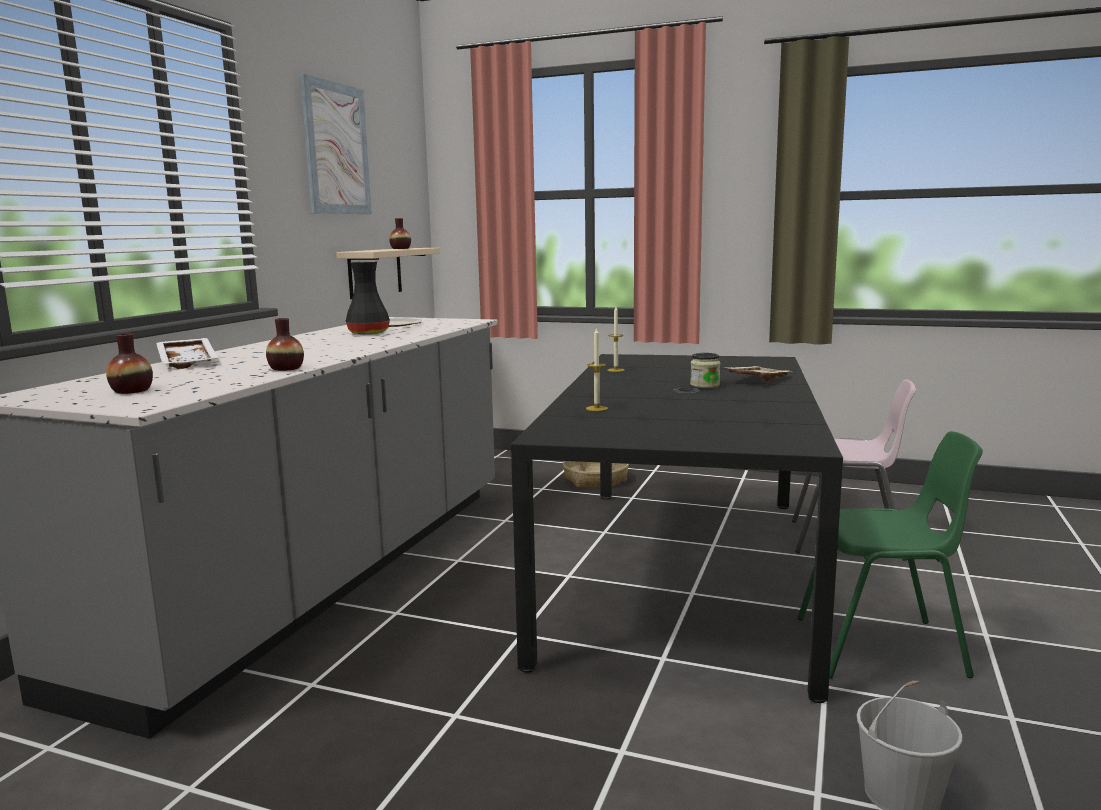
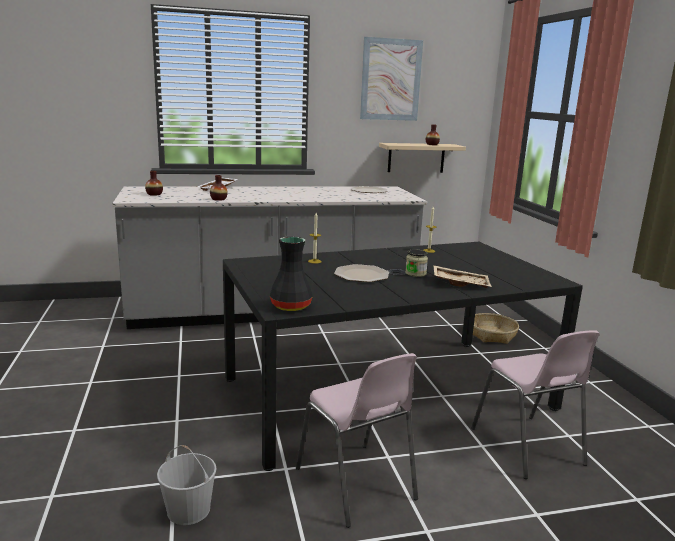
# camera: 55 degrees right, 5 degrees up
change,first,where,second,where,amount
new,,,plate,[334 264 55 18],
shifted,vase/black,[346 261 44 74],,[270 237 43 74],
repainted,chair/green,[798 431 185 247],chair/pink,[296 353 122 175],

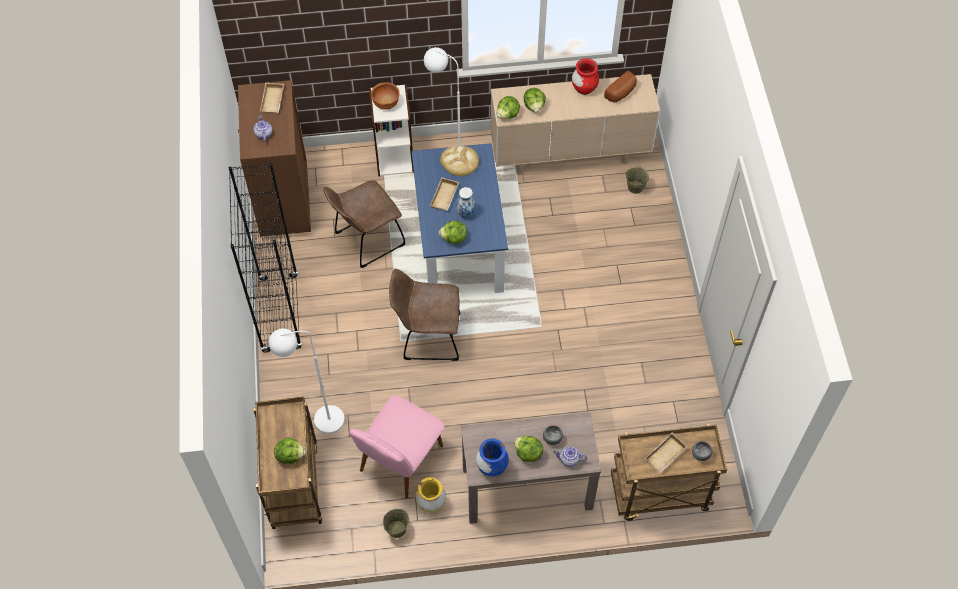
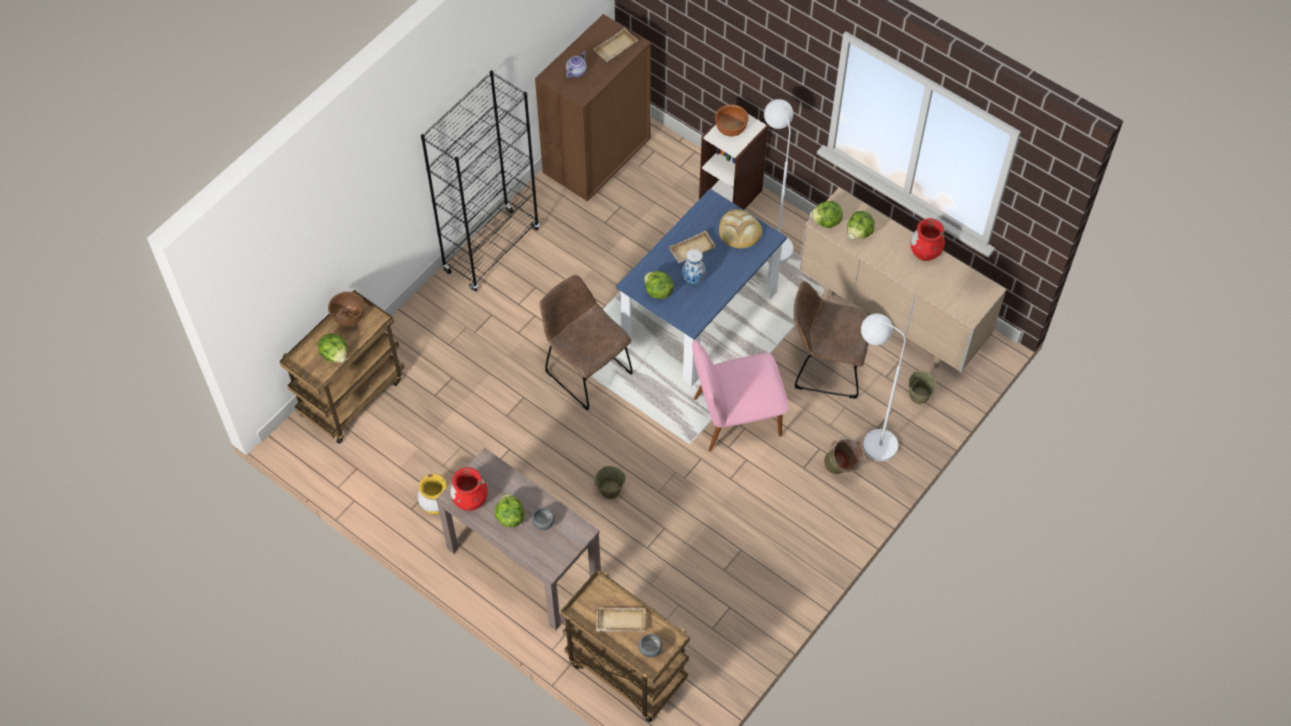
# camera: 45 degrees right, 0 degrees up
change,first,where,second,where,amount
gone,teapot,[554 446 33 21],,,
gone,bread,[604 71 33 32],,,
new,,,bowl/brown,[328 292 36 34],
new,,,bucket/green,[824 437 40 37],
shifted,floor lamp/white,[269 328 76 106],,[861 314 45 147],
shifted,chair/brown,[323 180 82 88],,[794 281 77 118],
shifted,chair/pink,[349 396 95 103],,[692 340 97 112],
shifted,bucket/beige,[383 509 26 29],,[594 466 32 33],
repainted,vase/blue,[476 438 33 38],vase/red,[450 467 38 44],

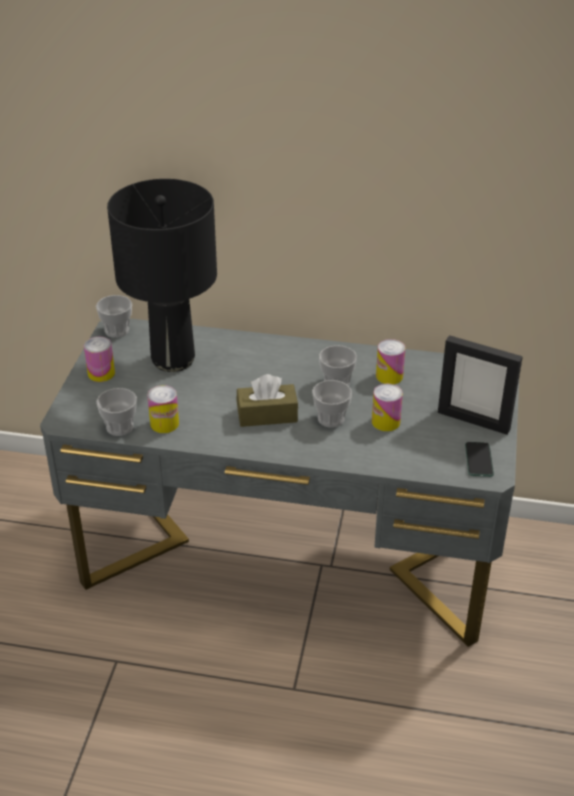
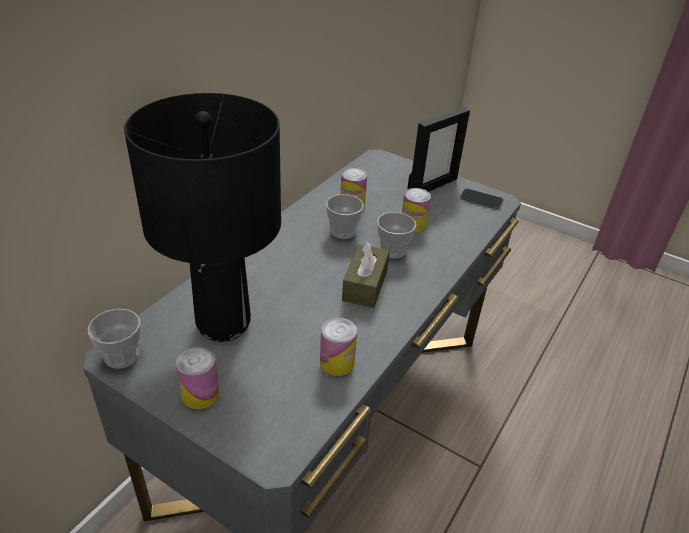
# camera: 70 degrees left, 0 degrees up
change,first,where,second,where,amount
gone,cup,[96 388 41 48],,,

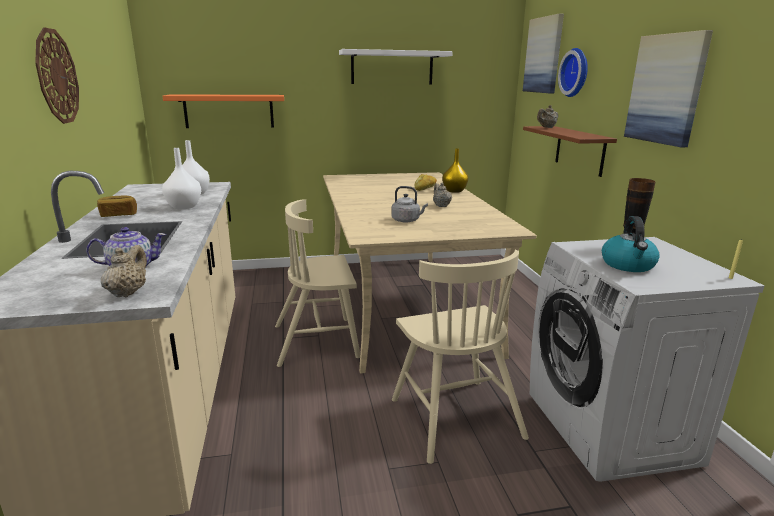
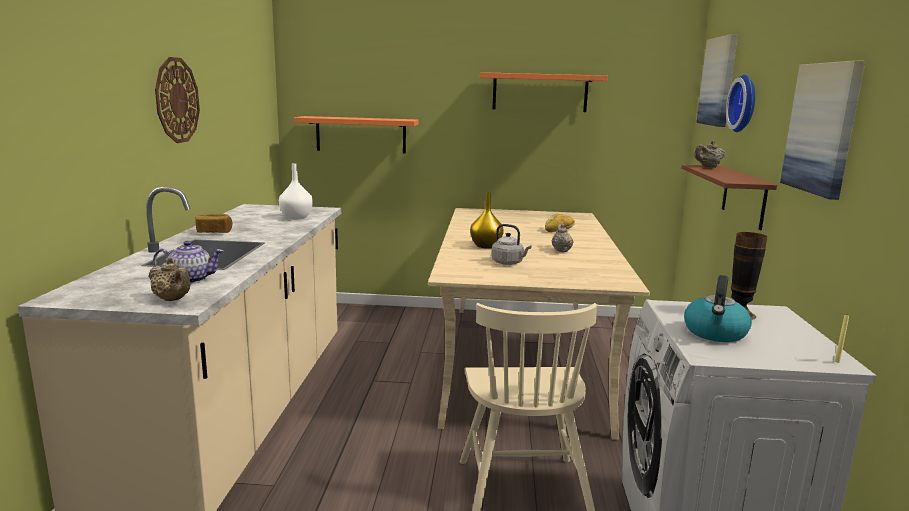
# camera: 15 degrees right, 5 degrees down
change,first,where,second,where,amount
gone,vase/white,[162 148 39 61],,,
gone,chair/beige,[275 199 85 168],,,
shifted,vase/yellow,[442 148 26 45],,[470 193 34 55],
repainted,shelf/white,[339 49 114 36],shelf/orange,[480 72 128 40],
rotated,teapot/beige,[101 245 46 52],,[148 257 43 44],105 degrees clockwise

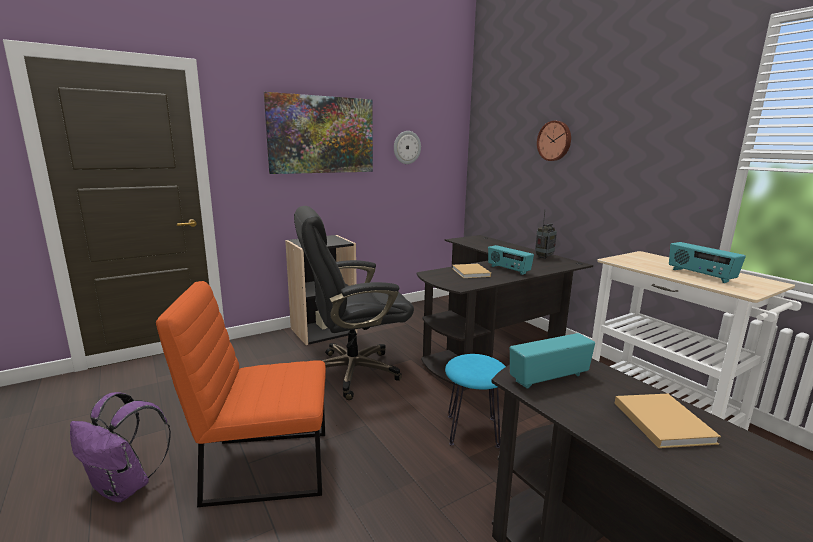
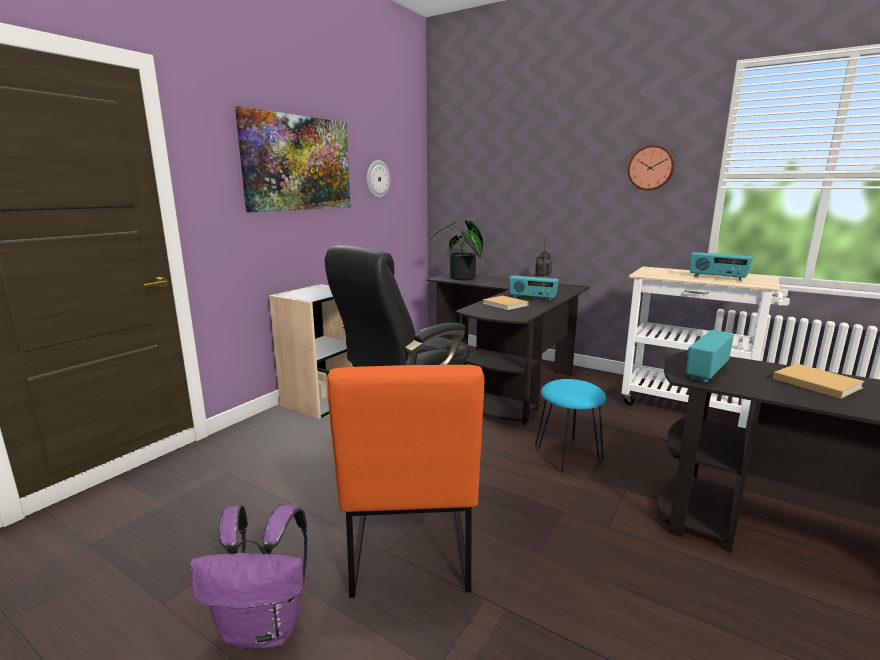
# camera: 25 degrees left, 0 degrees up
change,first,where,second,where,amount
new,,,potted plant,[431 220 52 60],
shifted,wall clock,[537 121 34 40],,[628 145 47 46],
rotated,chair/orange,[156 281 170 226],,[327 365 157 233],60 degrees counterclockwise

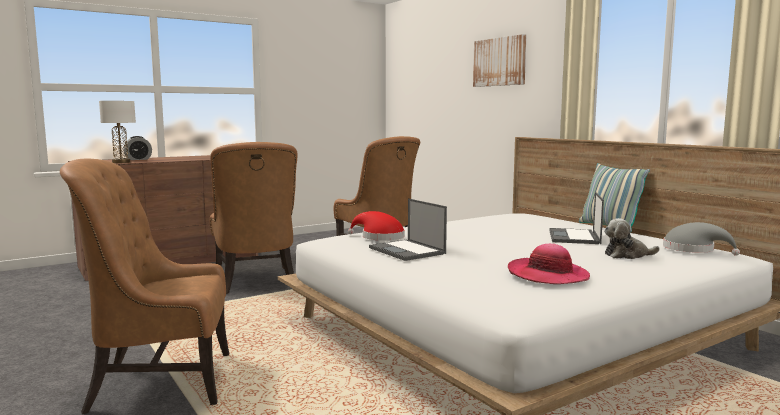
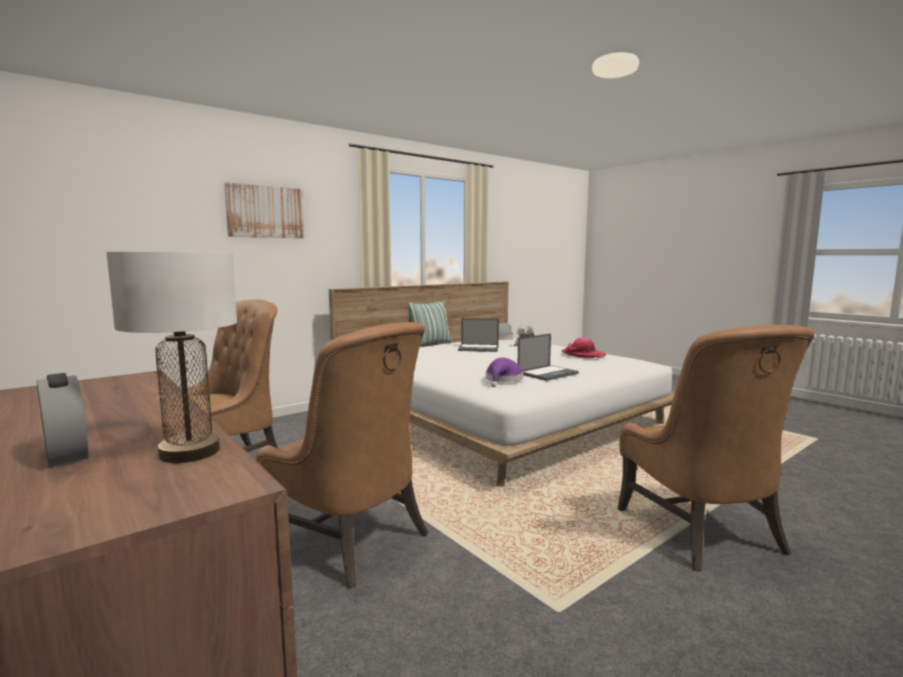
# camera: 95 degrees left, 0 degrees up
change,first,where,second,where,amount
repainted,hat/red,[348 211 57 29],hat/purple,[486 358 37 29],
rotated,chair/brown,[210 142 87 152],,[256 322 172 267],60 degrees clockwise

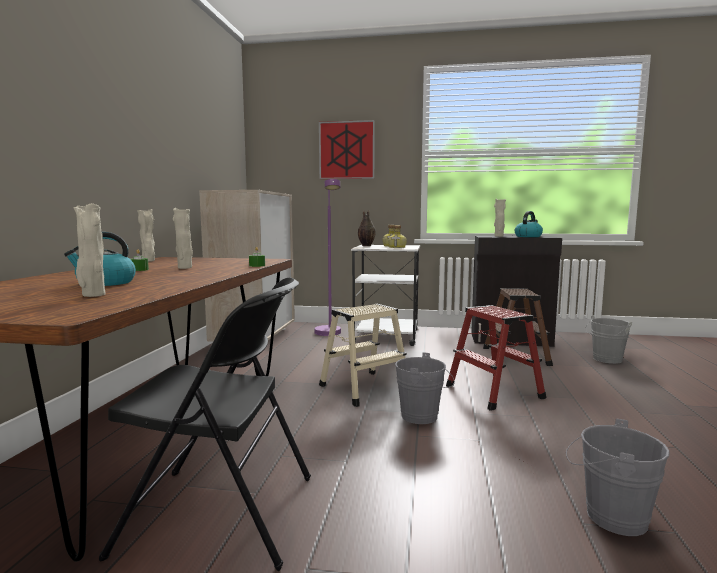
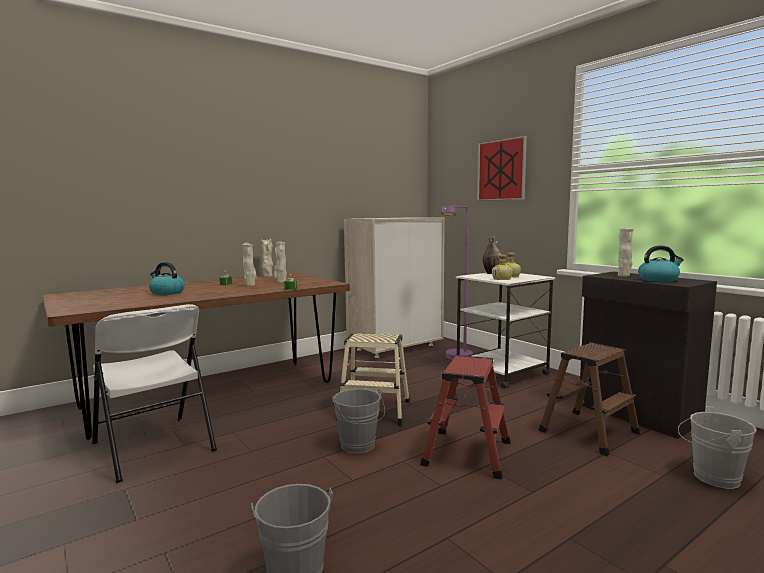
# camera: 45 degrees right, 0 degrees up
change,first,where,second,where,amount
shifted,vase/beige,[74 203 31 94],,[274 241 13 42],
repainted,chair/black,[99 278 212 293],chair/white,[92 304 125 179],

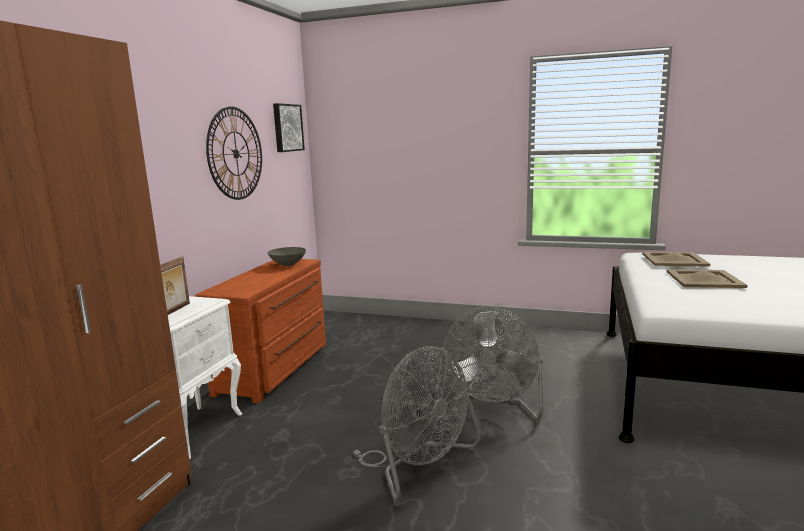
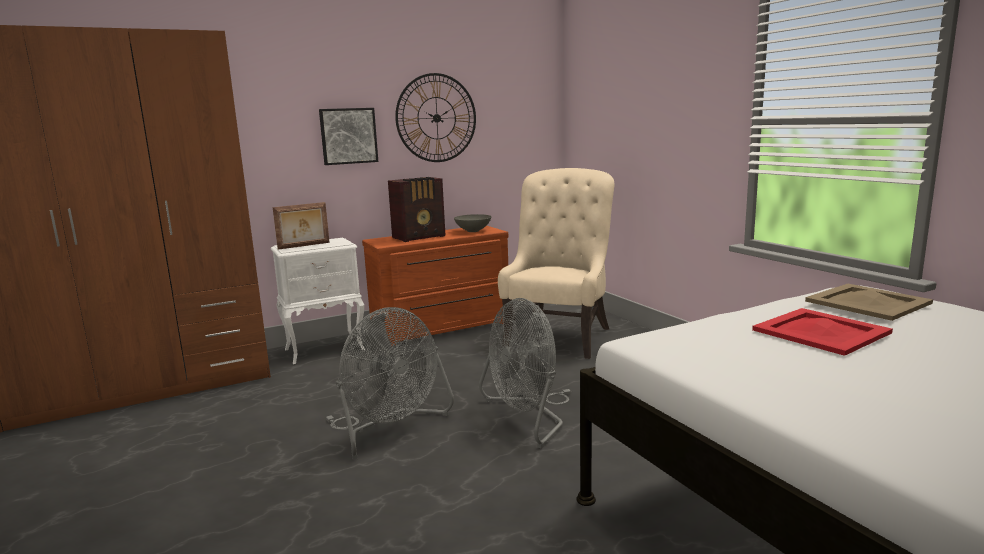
# camera: 45 degrees right, 0 degrees up
change,first,where,second,where,amount
new,,,radio,[388 177 58 65],
new,,,chair/beige,[498 168 117 191],
shifted,picture,[273 103 32 49],,[319 108 59 57],
repainted,tray/beige,[667 269 81 19],tray/red,[752 308 141 48],
rotated,fan/grey,[353 346 129 160],,[326 307 128 153],45 degrees counterclockwise

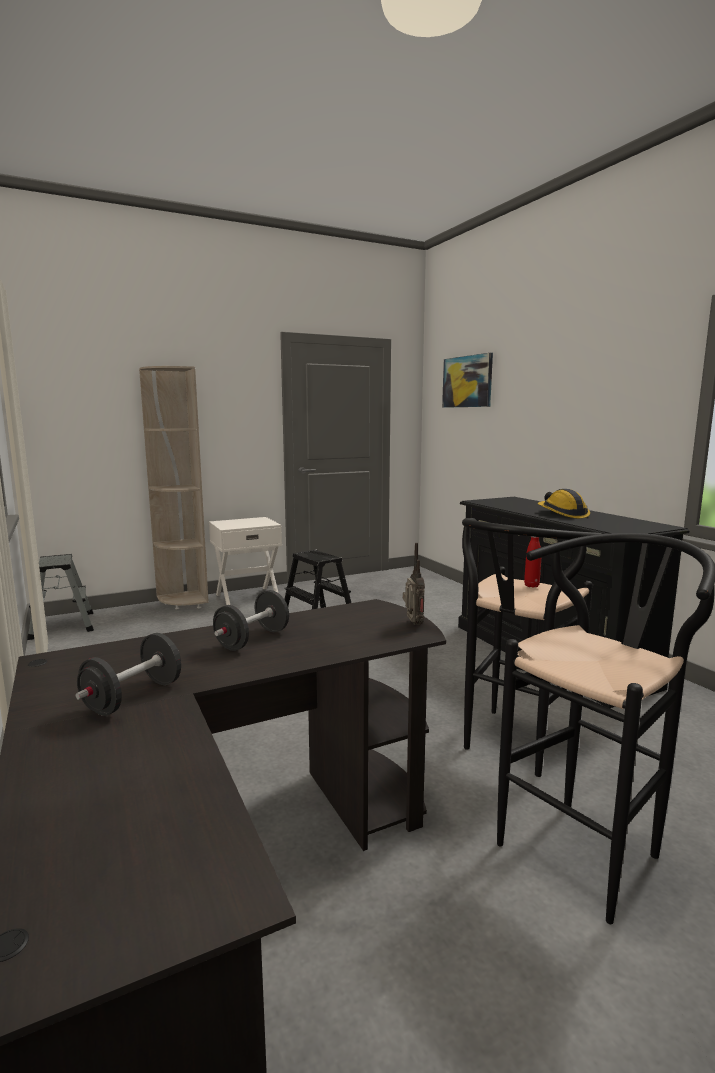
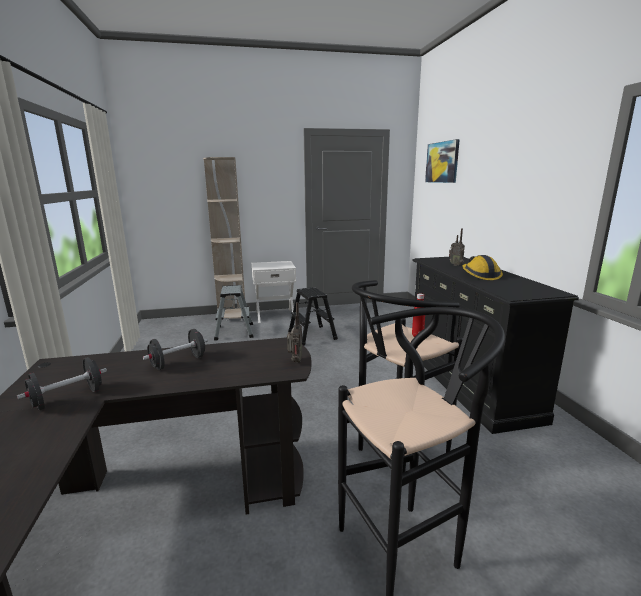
# camera: 15 degrees right, 5 degrees up
change,first,where,second,where,amount
new,,,radio,[449 228 16 38],
shifted,step ladder/grey,[27 554 67 86],,[214 285 40 56],

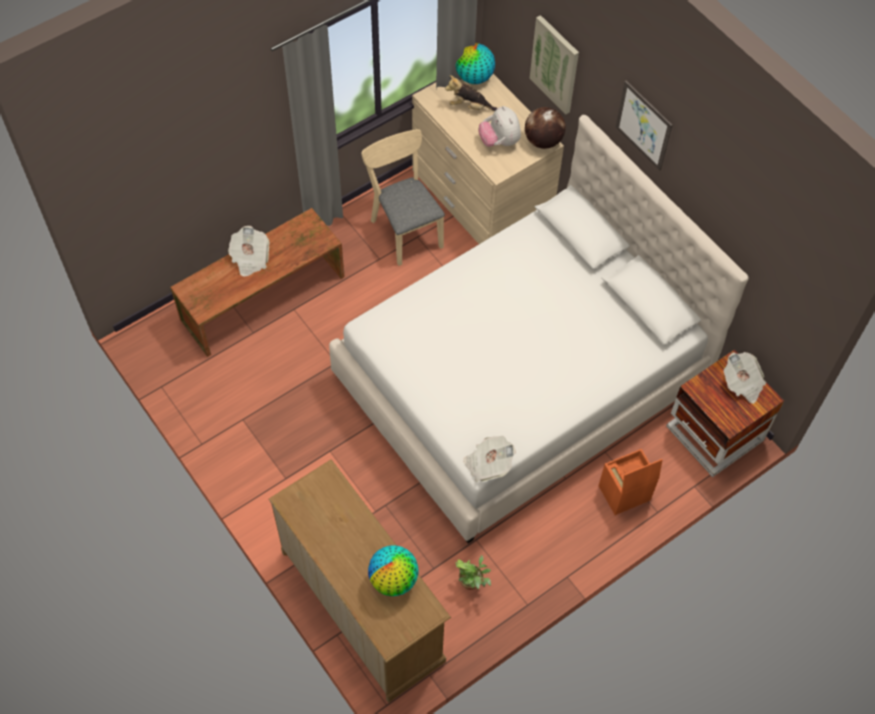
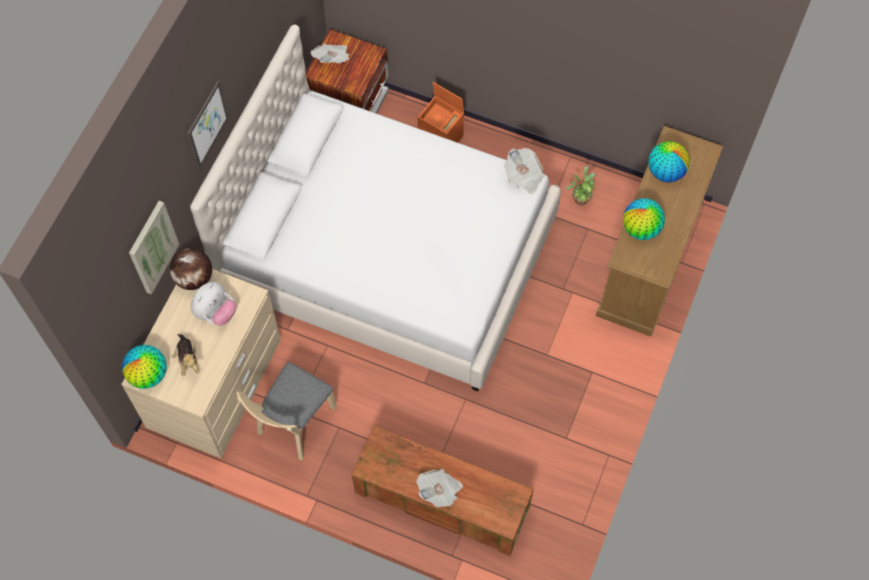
# camera: 120 degrees left, 5 degrees up
change,first,where,second,where,amount
new,,,globe,[623 198 42 42],

